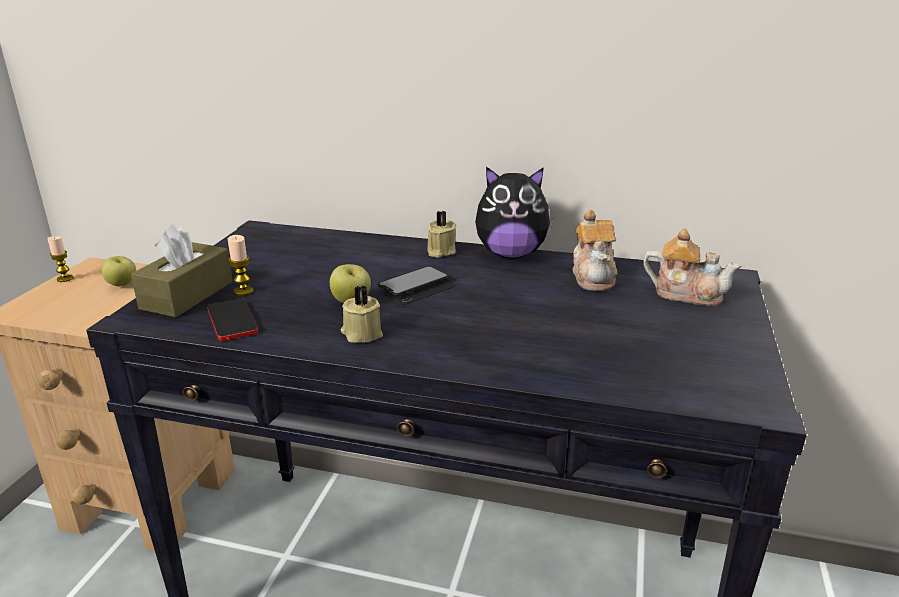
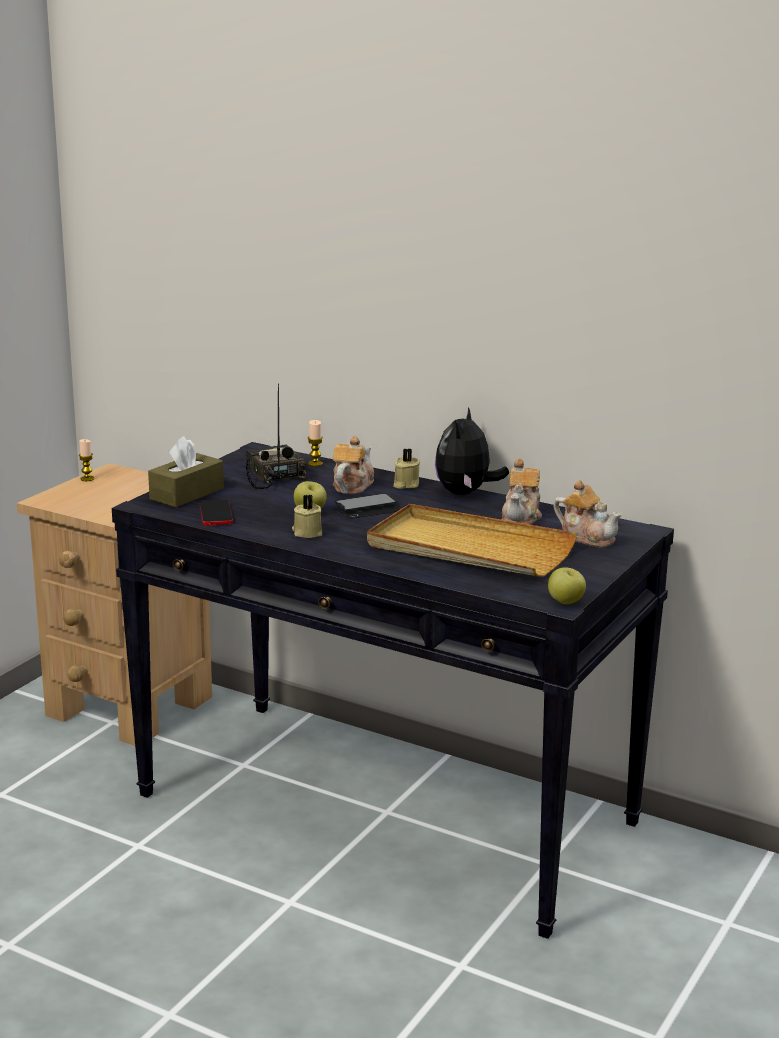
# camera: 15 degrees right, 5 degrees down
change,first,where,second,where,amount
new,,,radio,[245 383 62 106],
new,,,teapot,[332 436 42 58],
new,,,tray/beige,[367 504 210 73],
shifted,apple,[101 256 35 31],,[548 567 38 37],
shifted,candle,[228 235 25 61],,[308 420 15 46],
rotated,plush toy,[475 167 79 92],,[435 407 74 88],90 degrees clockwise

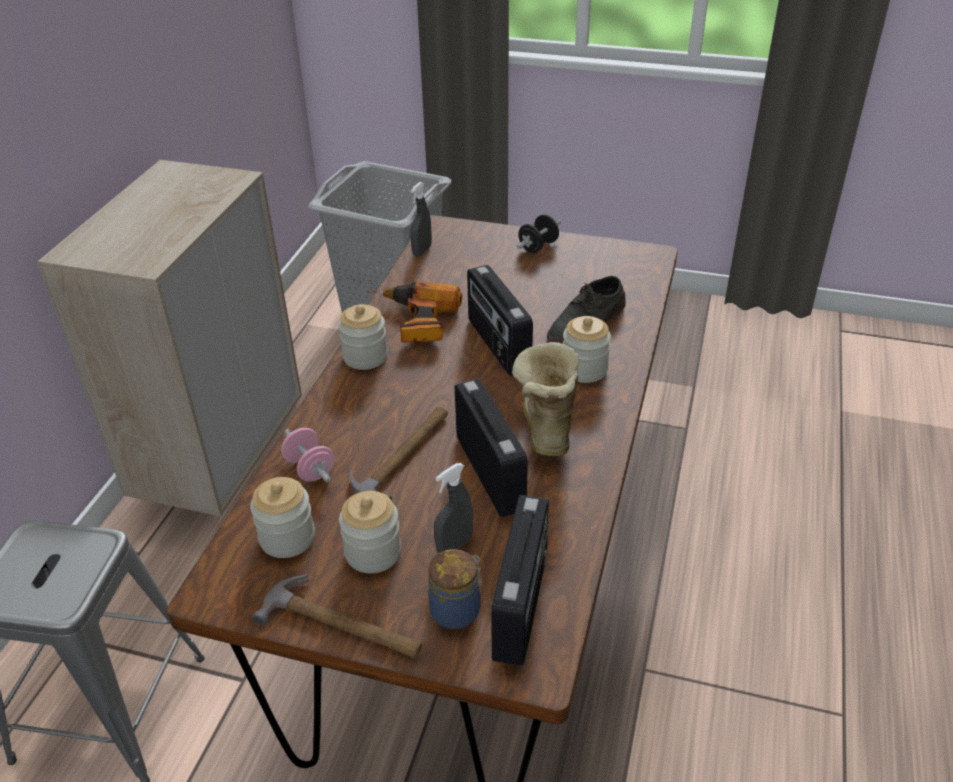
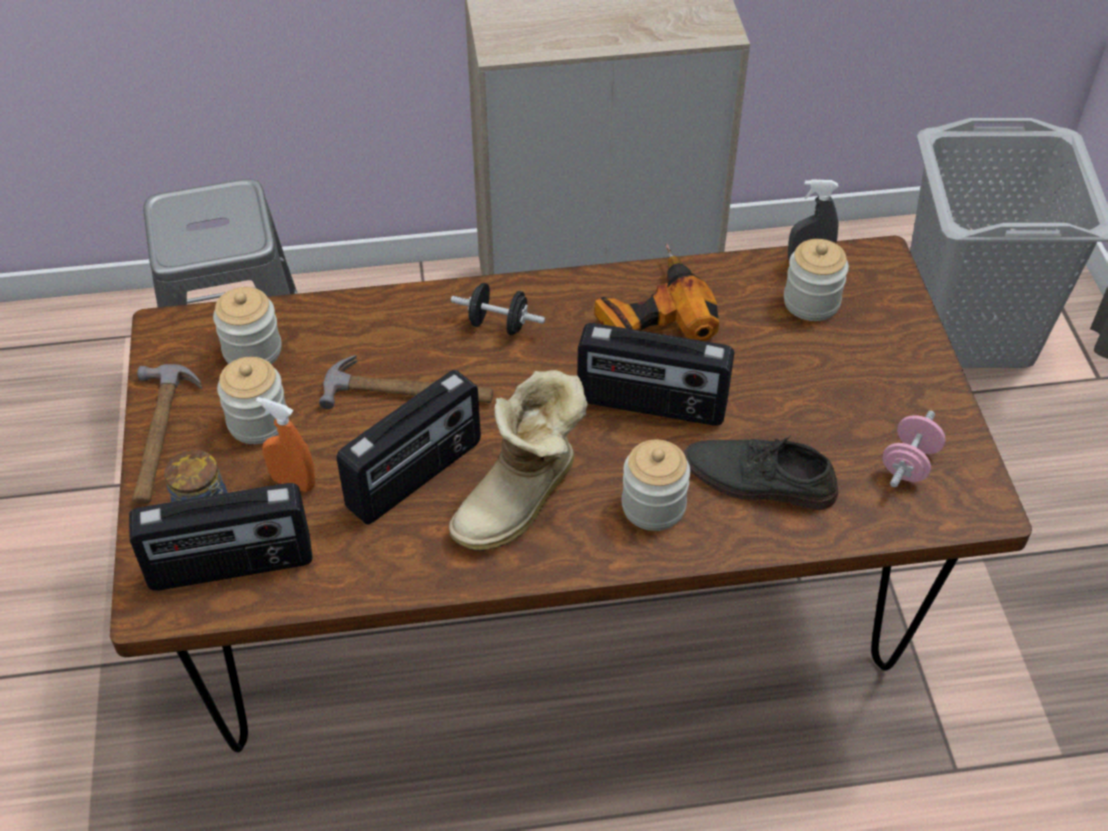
# camera: 65 degrees right, 10 degrees up
change,first,where,second,where,amount
shifted,dumbbell/pink,[281 428 54 54],,[882 411 64 76],
shifted,jar,[338 304 50 66],,[784 239 65 82],
shifted,dumbbell/black,[516 214 45 39],,[451 283 94 52],
repainted,spray bottle/grey,[434 463 39 90],spray bottle/orange,[256 397 59 95],
rotated,radio,[467 265 66 111],,[577 323 157 103],120 degrees counterclockwise
rotated,boot,[512 342 67 115],,[449 370 139 182],150 degrees clockwise

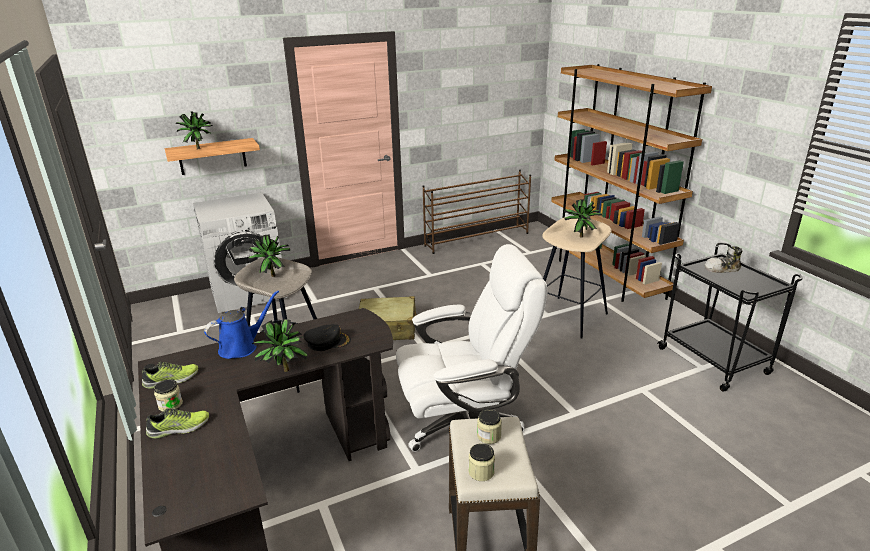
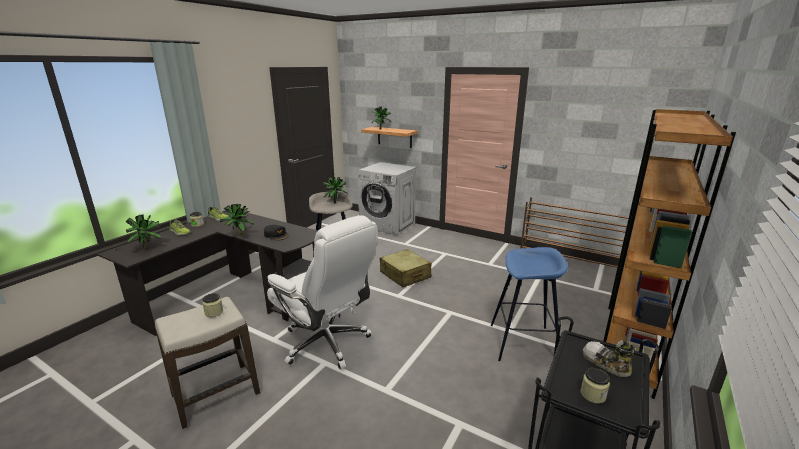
# camera: 55 degrees right, 5 degrees down
change,first,where,second,where,amount
gone,watering can/blue,[204 290 75 69],,,
shifted,jar,[469 443 26 38],,[581 368 29 36],
shifted,potted plant,[564 199 38 39],,[125 215 37 35],
repainted,stool/beige,[542 217 69 122],stool/blue,[491 247 77 114],

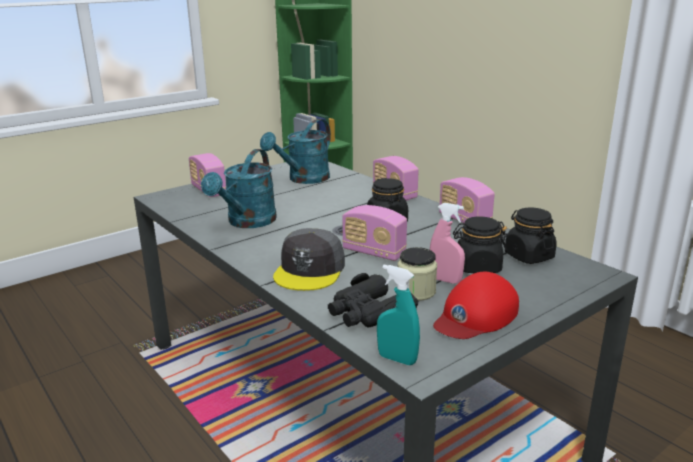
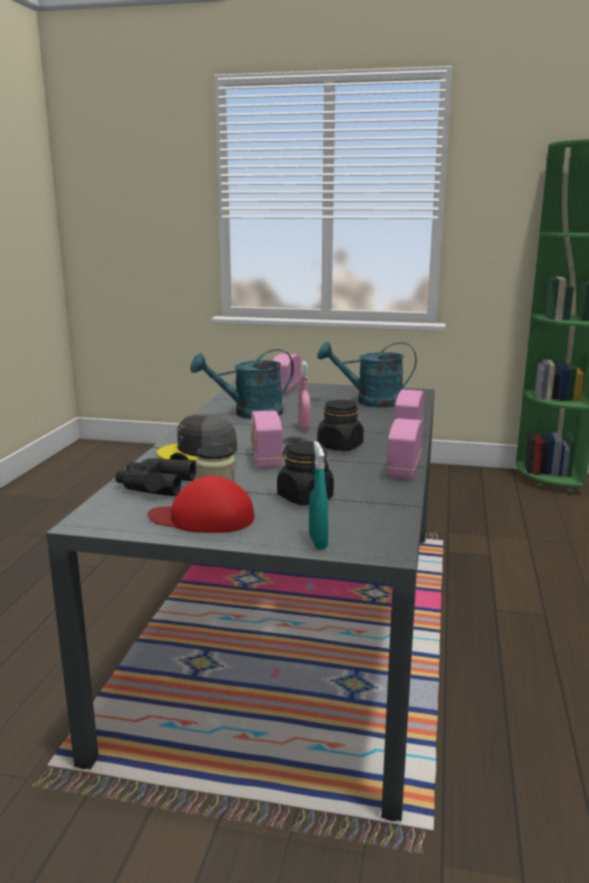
# camera: 50 degrees right, 5 degrees down
change,first,where,second,where,amount
gone,jar/black,[505 207 52 57],,,
shifted,spray bottle/turquoise,[377 265 43 100],,[309 441 19 109],
shifted,spray bottle/pink,[430 203 35 81],,[298 361 13 70],

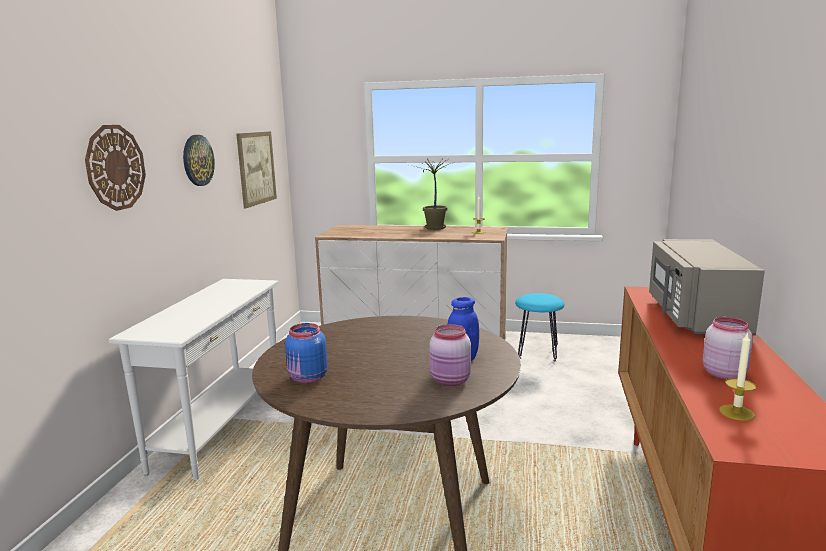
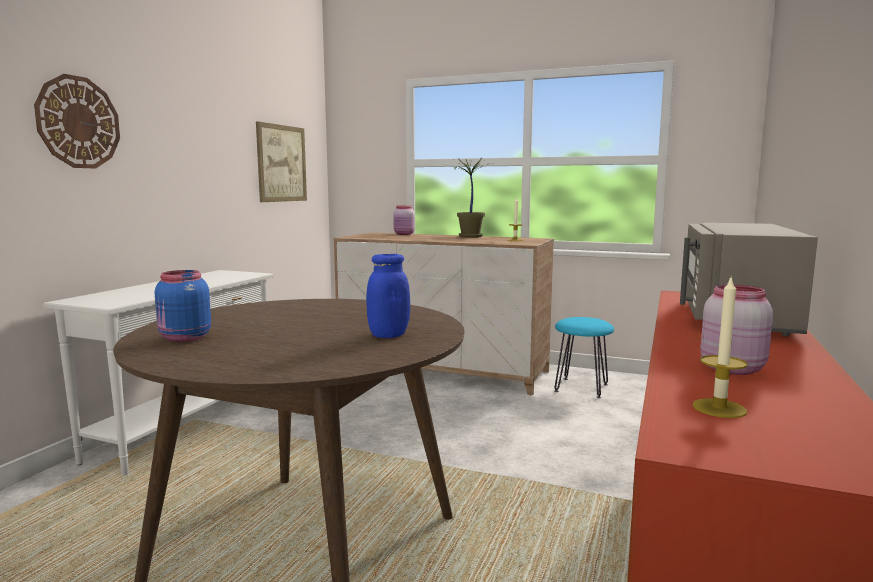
# camera: 10 degrees right, 5 degrees down
change,first,where,second,where,amount
gone,wall clock,[183 135 32 51],,,
shifted,jar/pink,[430 324 41 62],,[393 205 22 30],

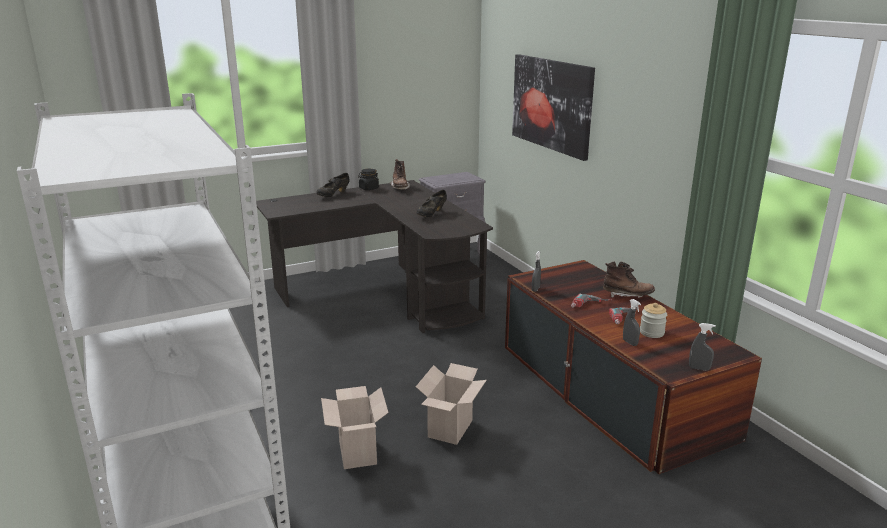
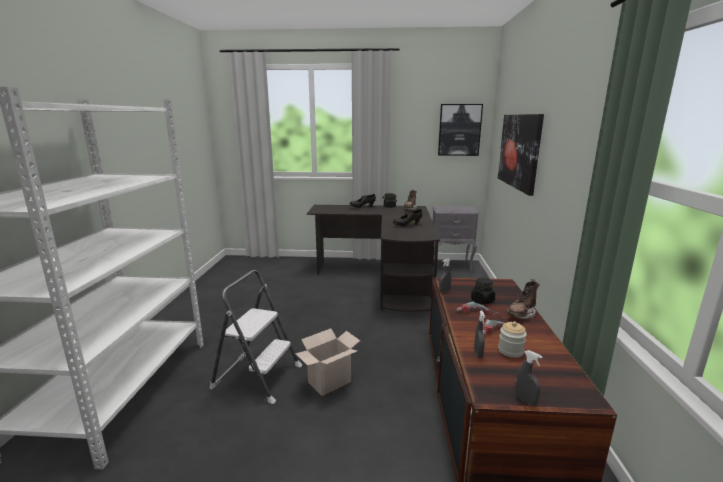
# camera: 30 degrees right, 5 degrees down
change,first,where,second,where,amount
new,,,picture,[438 104 45 52],
new,,,jar/black,[471 278 24 26],
swapped,cardboard box,[321 386 68 83],step ladder/white,[210 270 92 134],
rotated,boot/brown,[603 262 52 36],,[507 279 33 40],90 degrees clockwise

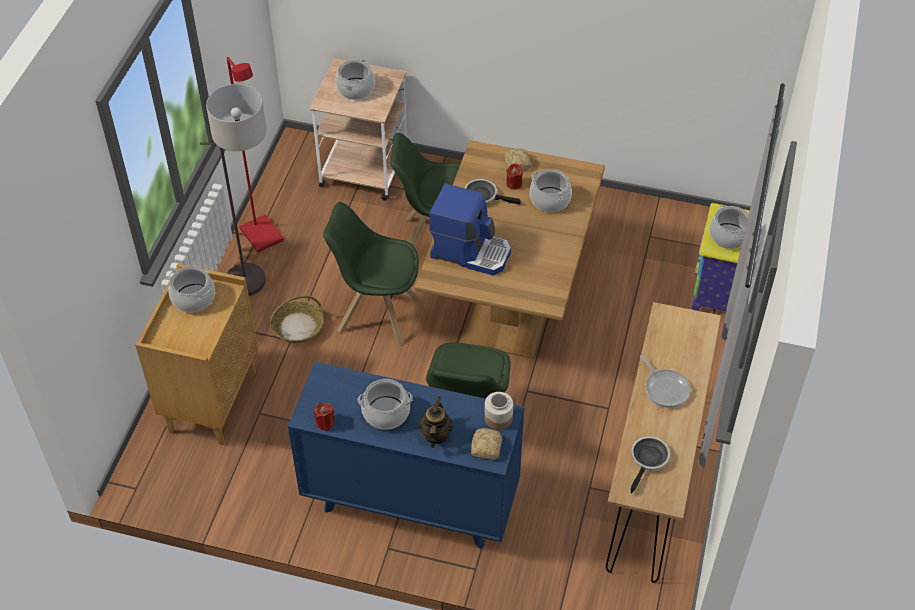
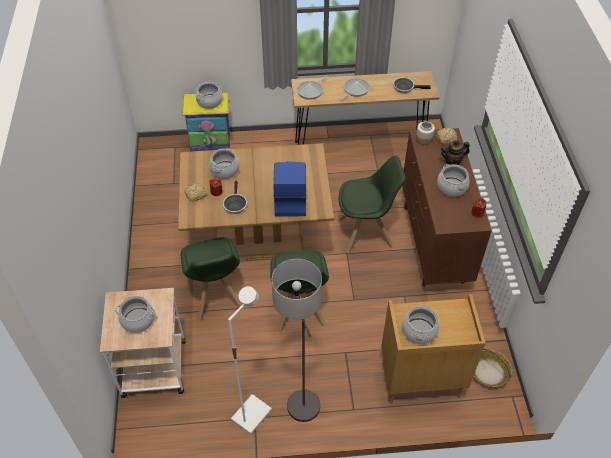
# camera: 110 degrees left, 0 degrees up
change,first,where,second,where,amount
new,,,frying pan,[297 76 30 24],
shifted,basket,[270 296 54 47],,[473 348 39 39],
repainted,floor lamp/red,[227 57 57 196],floor lamp/white,[228 286 44 148],
repainted,dresser/blue,[288 362 237 187],dresser/brown,[402 128 90 159],

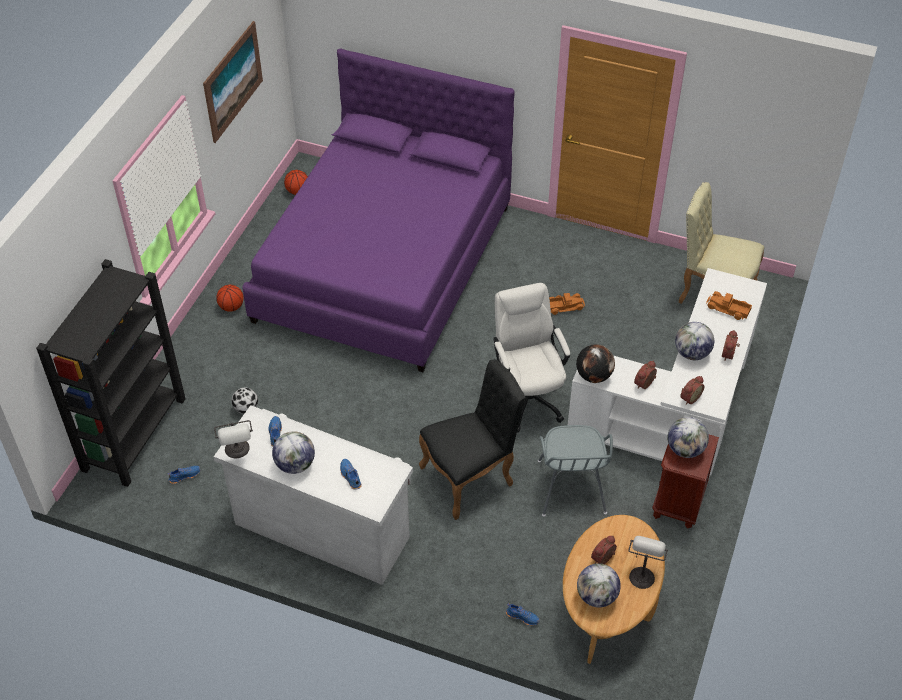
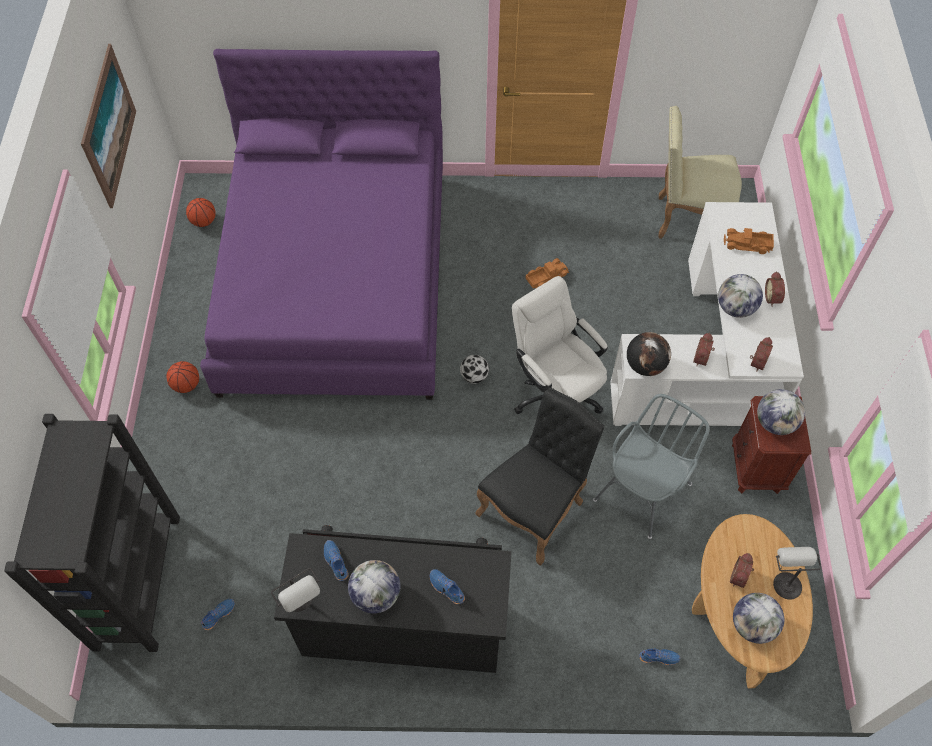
# camera: 20 degrees left, 10 degrees up
change,first,where,second,where,amount
shifted,football,[231 388 27 26],,[460 355 29 29],
repainted,dresser/white,[213 405 200 180],dresser/black,[274 525 238 148],
rotated,chair/grey,[538 425 75 92],,[593 394 117 145],120 degrees counterclockwise

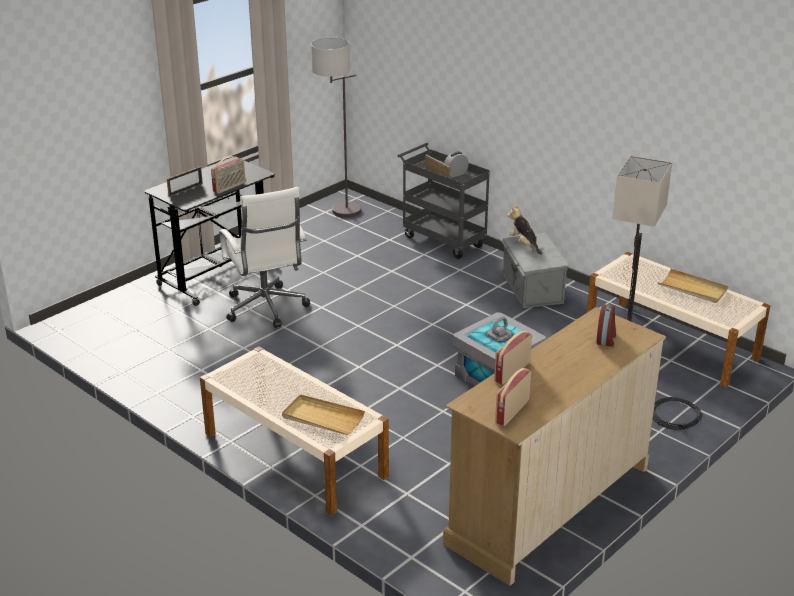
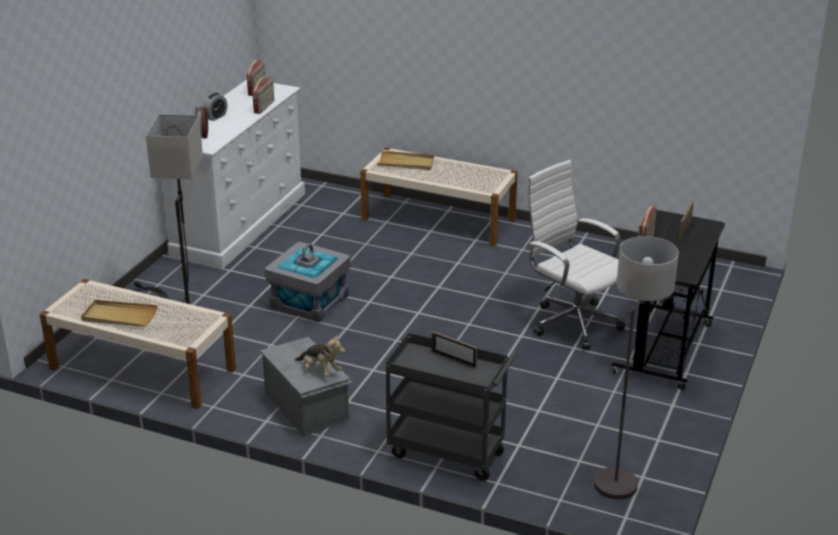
# camera: 160 degrees right, 0 degrees up
change,first,where,second,where,amount
shifted,alarm clock,[444 152 25 26],,[202 93 25 28],
repainted,dresser/brown,[443 307 223 279],dresser/white,[162 80 143 189],

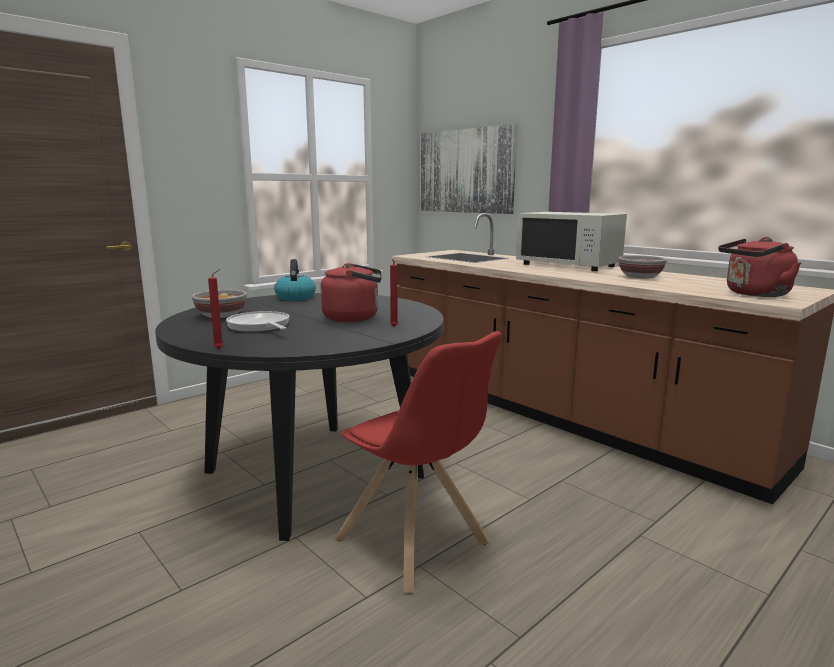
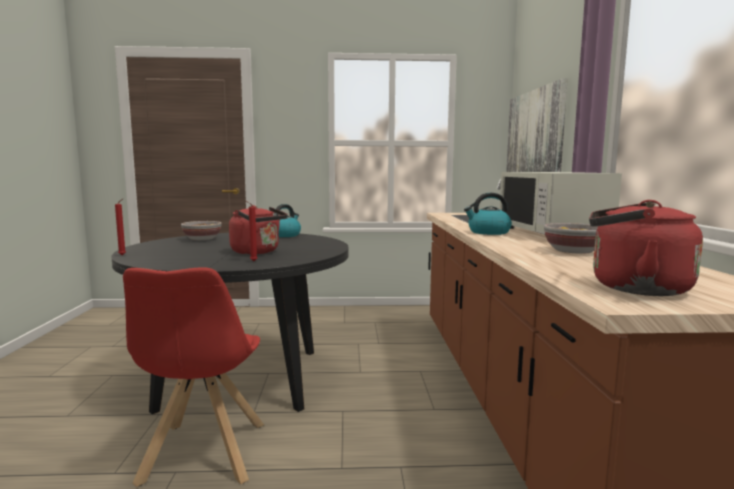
# camera: 40 degrees right, 5 degrees down
change,first,where,second,where,amount
gone,frying pan,[226 311 63 21],,,
new,,,kettle,[464 193 48 42],

